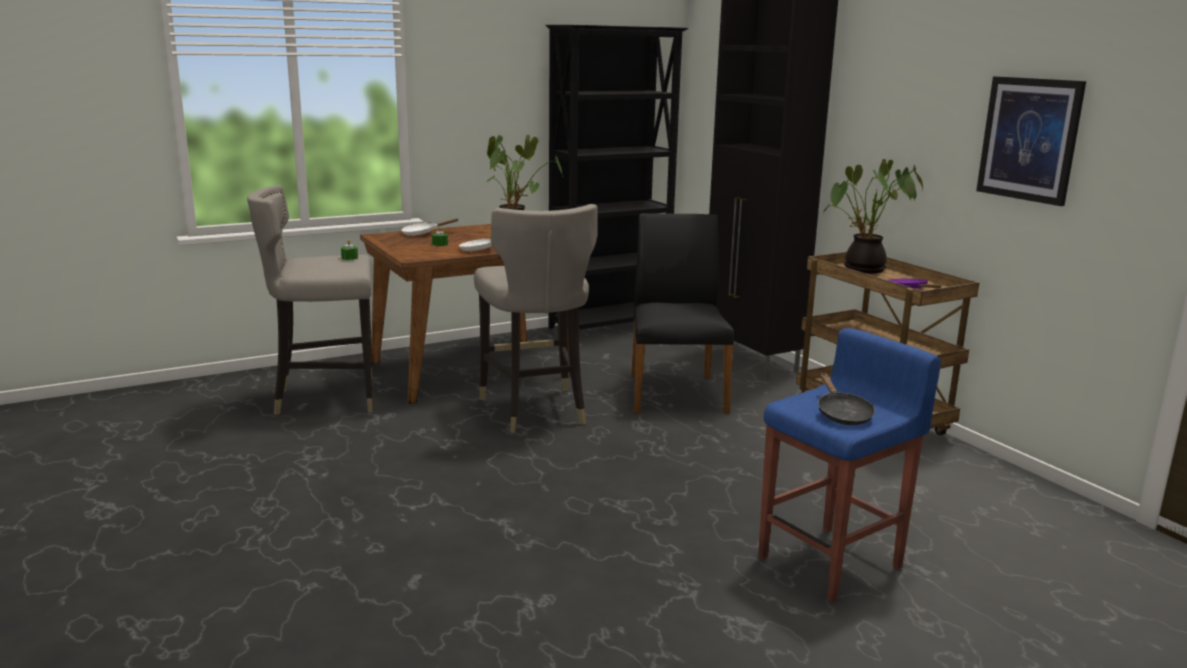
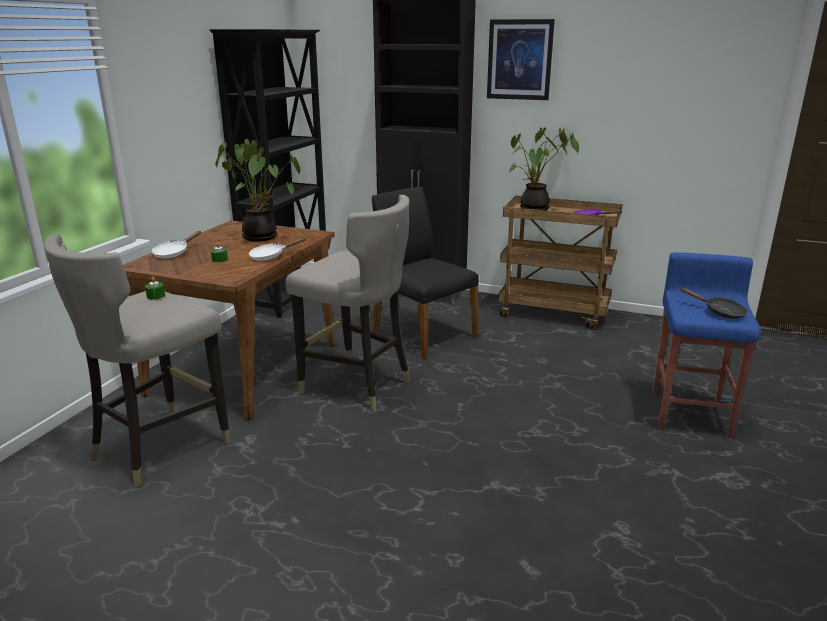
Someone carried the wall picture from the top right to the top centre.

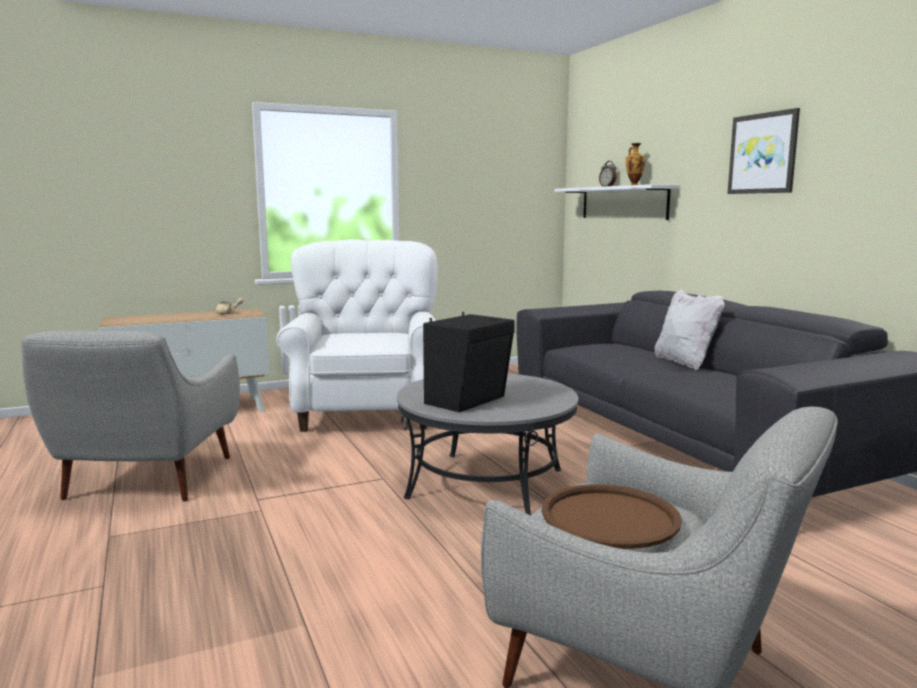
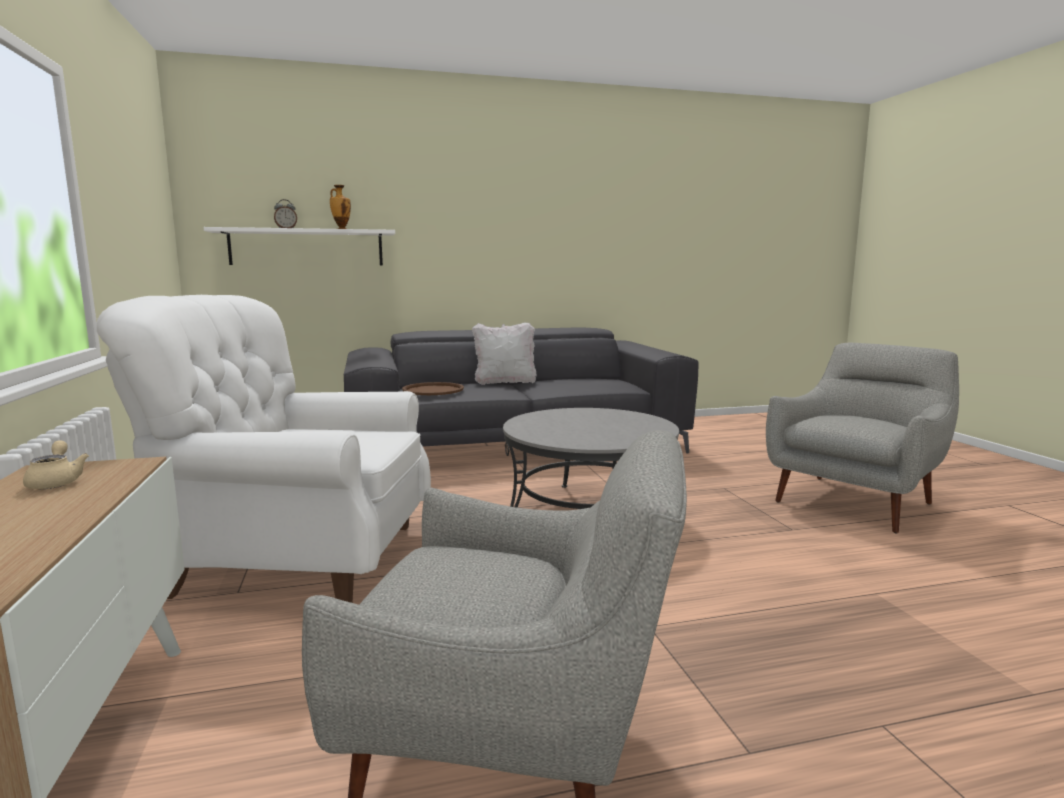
Someone took away the blackish audio speaker at the centre. Someone carried the brown-coloured carrying tray from the bottom right to the centre. Someone took away the wall picture at the top right.

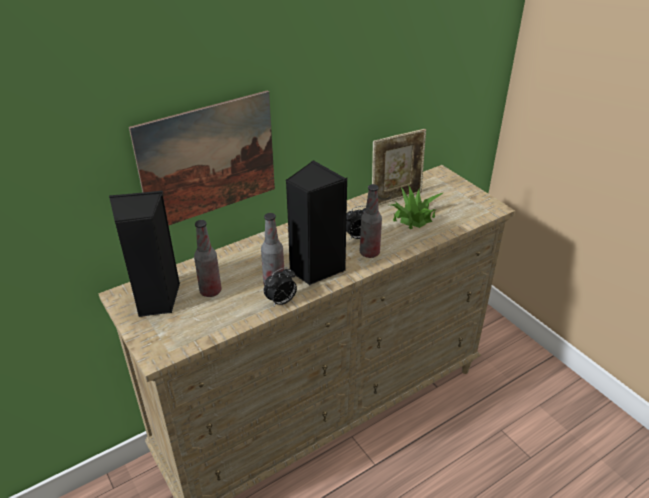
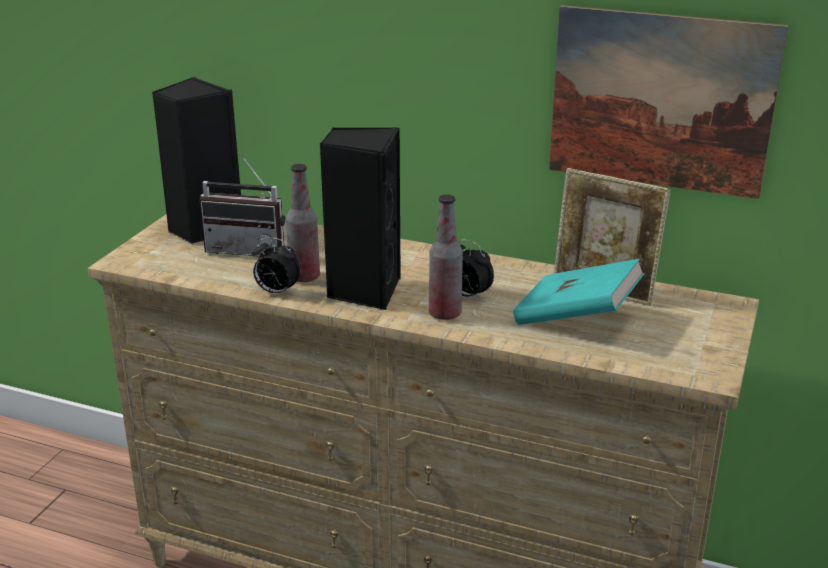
Someone carried the wall picture from the top left to the top right. Someone swapped the beverage bottle (1st from left) at the middle left for the radio receiver at the middle left. Someone swapped the plant in a pot at the centre for the blue-green volume at the middle right.

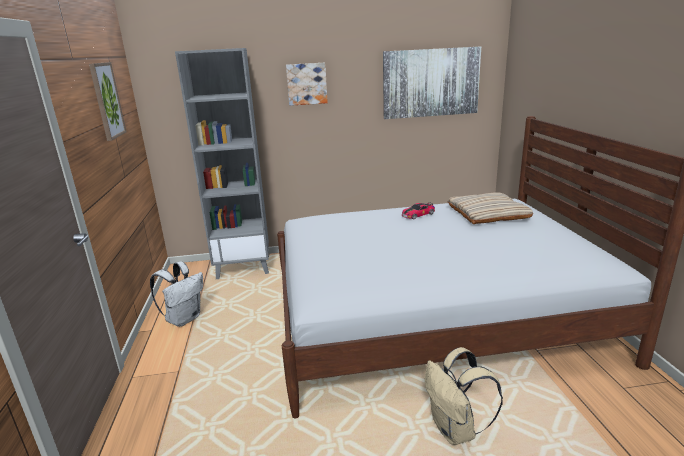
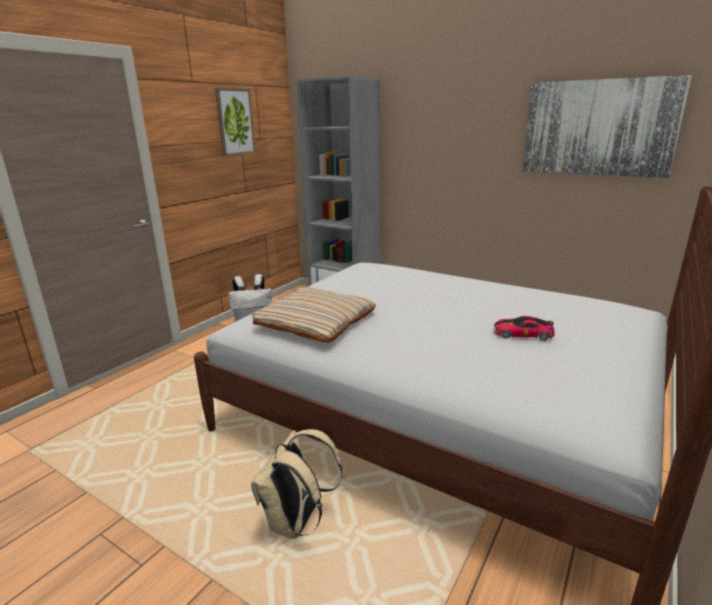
Someone took away the wall picture (2nd from left) at the top centre. Someone carried the model car from the centre to the middle right. Someone carried the sand-coloured throw pillow from the middle right to the centre.

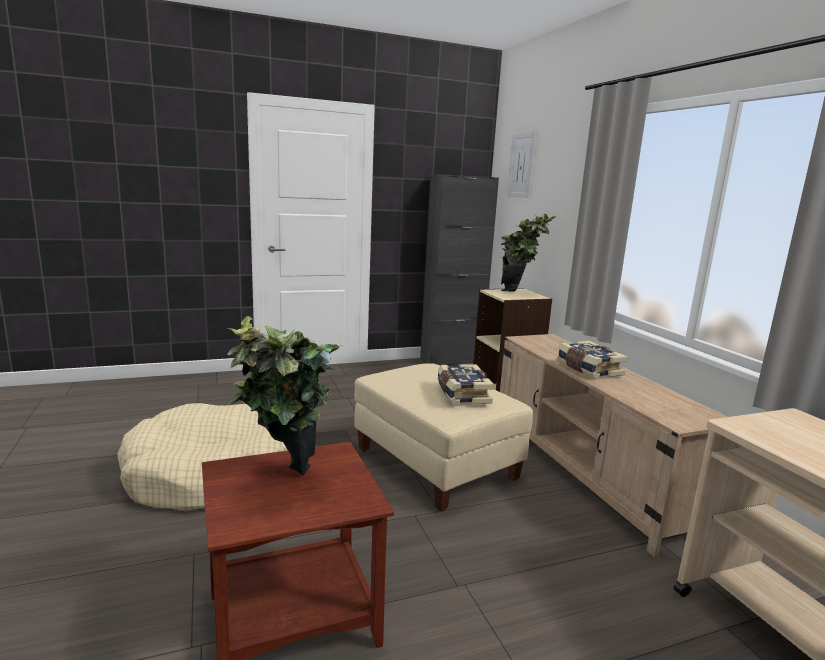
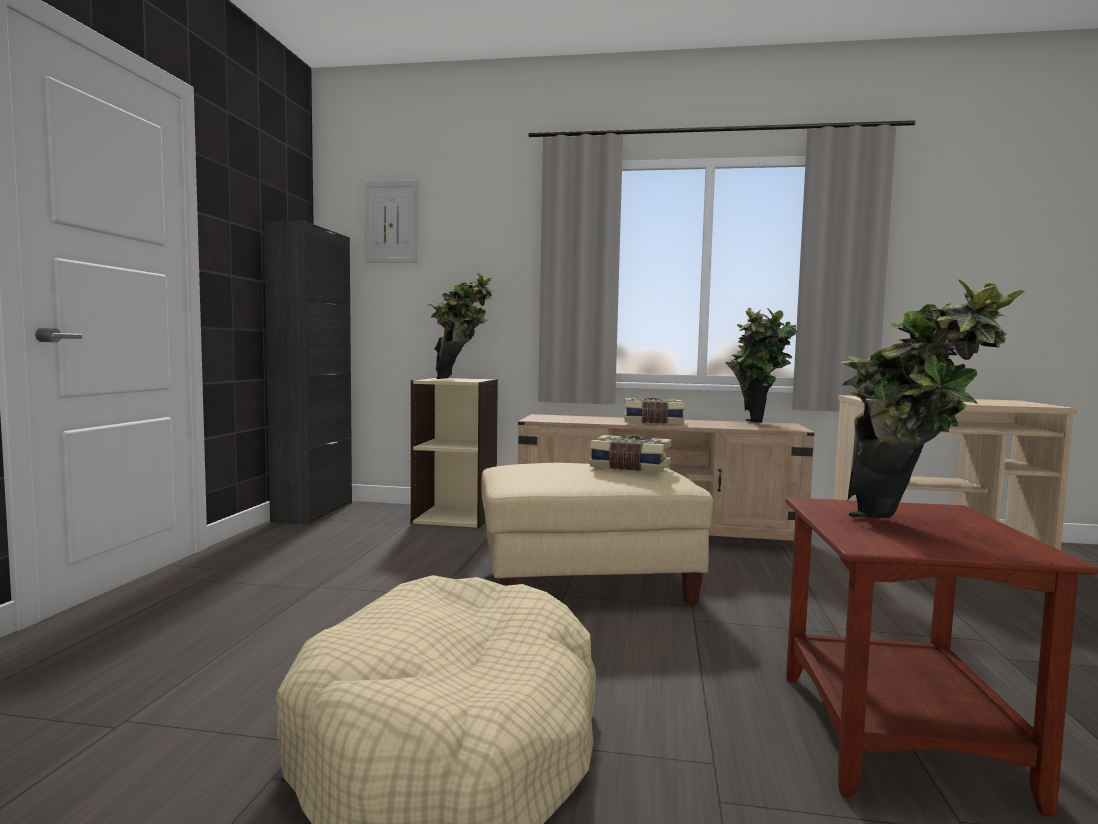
Someone put down the plant in a pot (2nd from left) at the middle right.

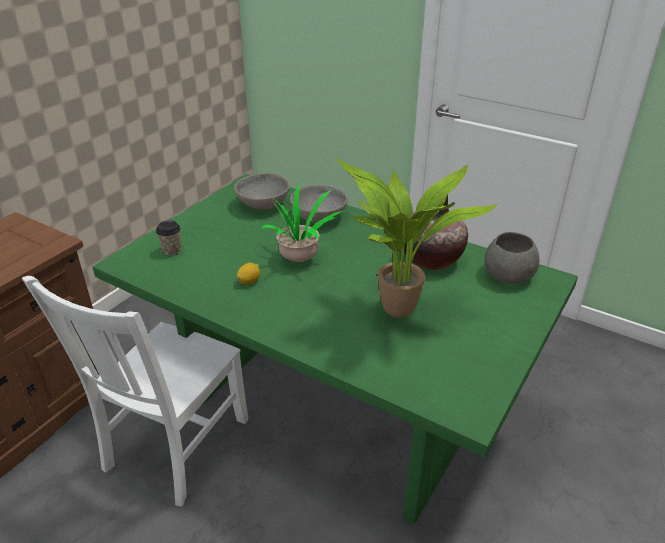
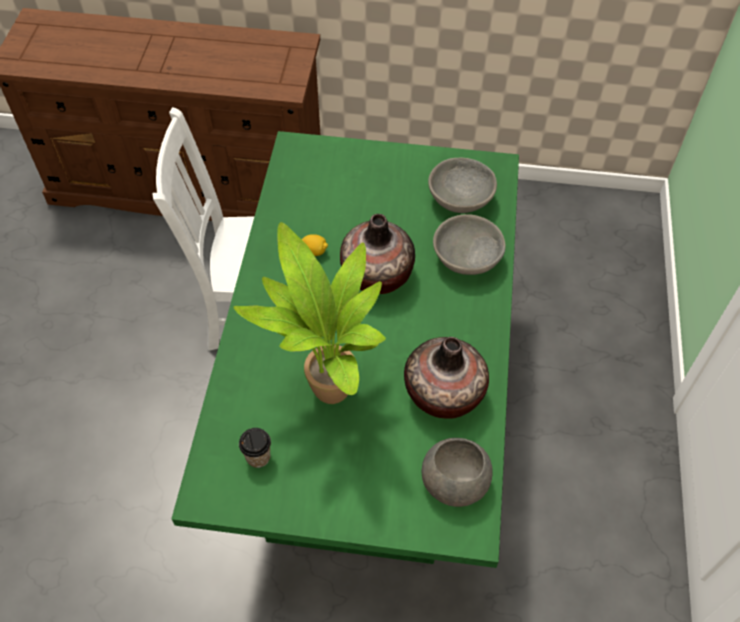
Someone carried the small cup from the middle left to the bottom centre. Someone swapped the plant in a pot (1st from left) at the centre for the decorative vase (1st from left) at the centre.

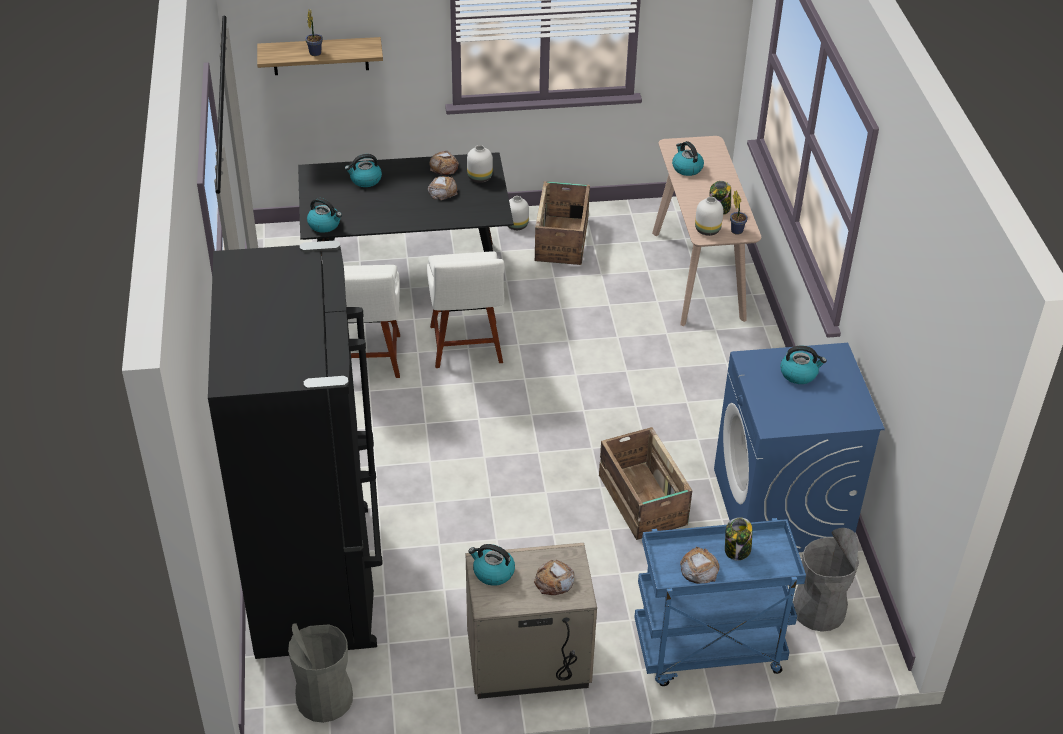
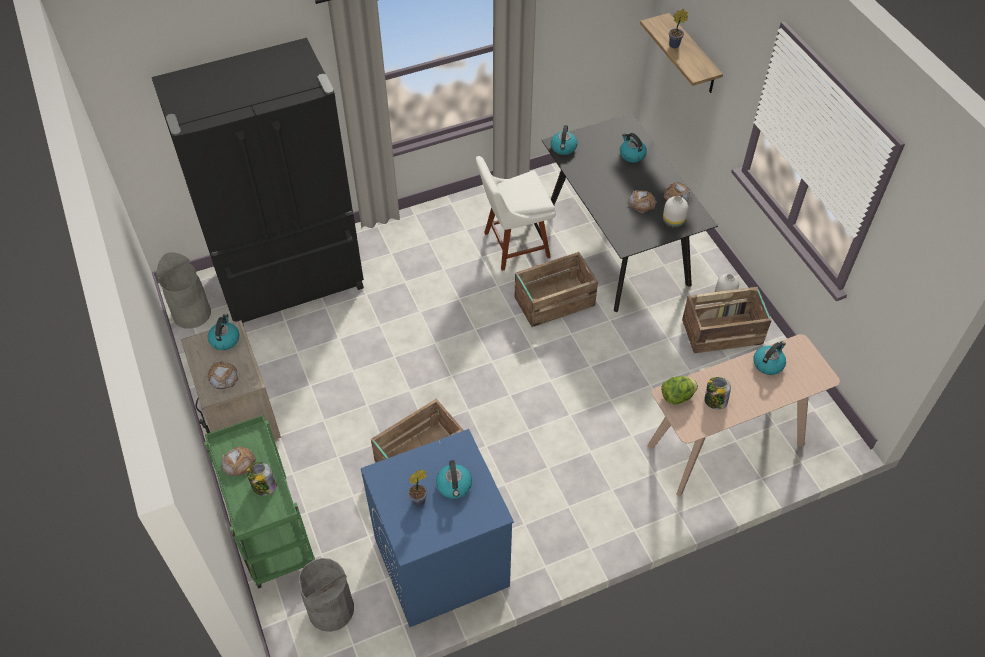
Someone swapped the white plain chair (2nd from left) at the centre for the shipping crate (2nd from left) at the centre. Someone repainted the blue-coloured cart at the bottom right, which became the green cart at the bottom left. Someone swapped the white decorative vase (3rd from left) at the top right for the head of lettuce at the middle right. Someone carried the plant in a pot (2nd from left in the first image) from the top right to the bottom centre.

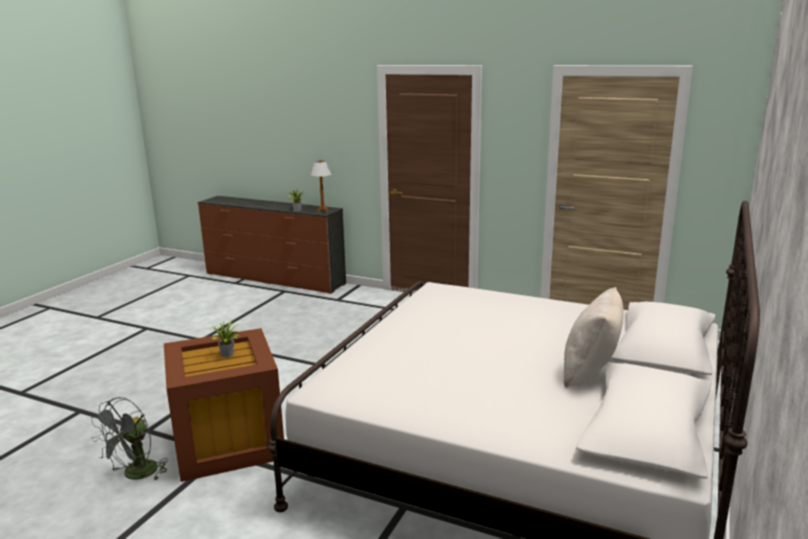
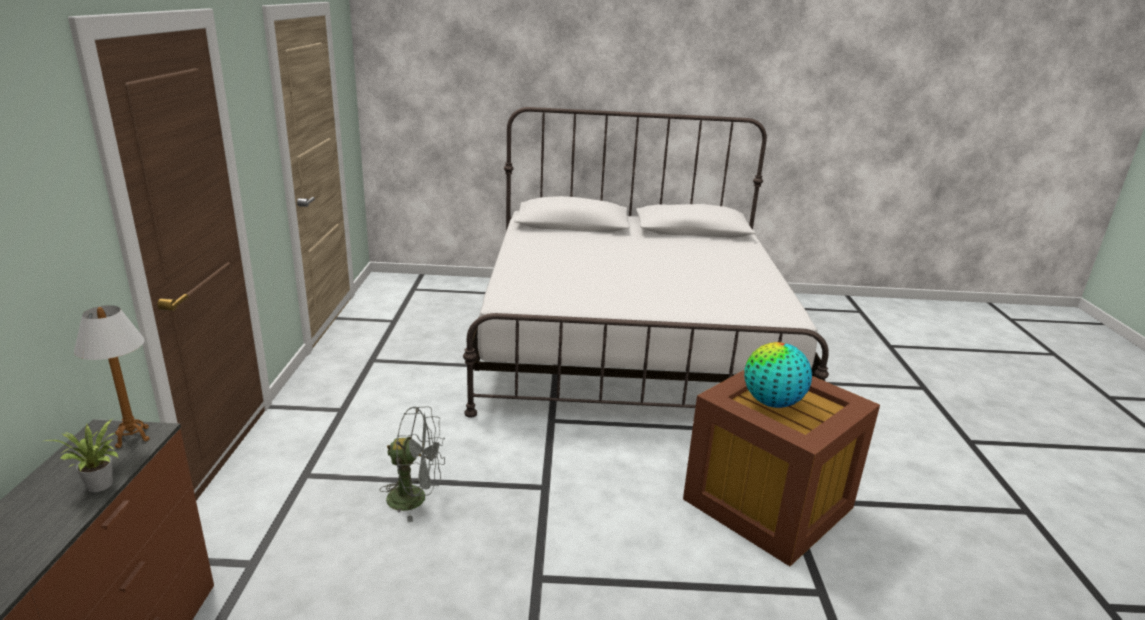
Someone carried the grey cooling fan from the bottom left to the bottom centre. Someone swapped the plant in a pot (1st from left) at the middle left for the desk globe at the middle right. Someone took away the sand-coloured throw pillow at the middle right.

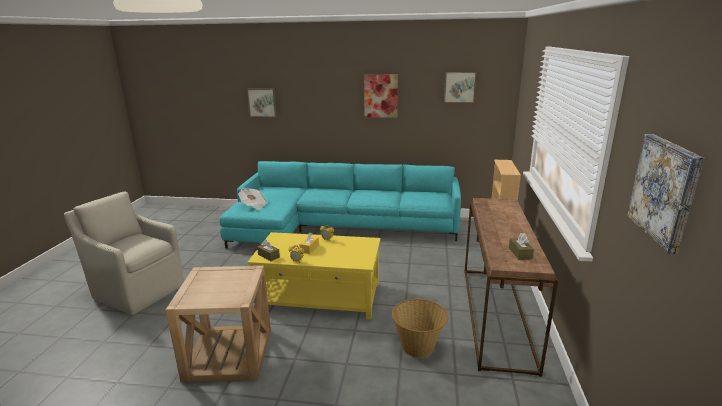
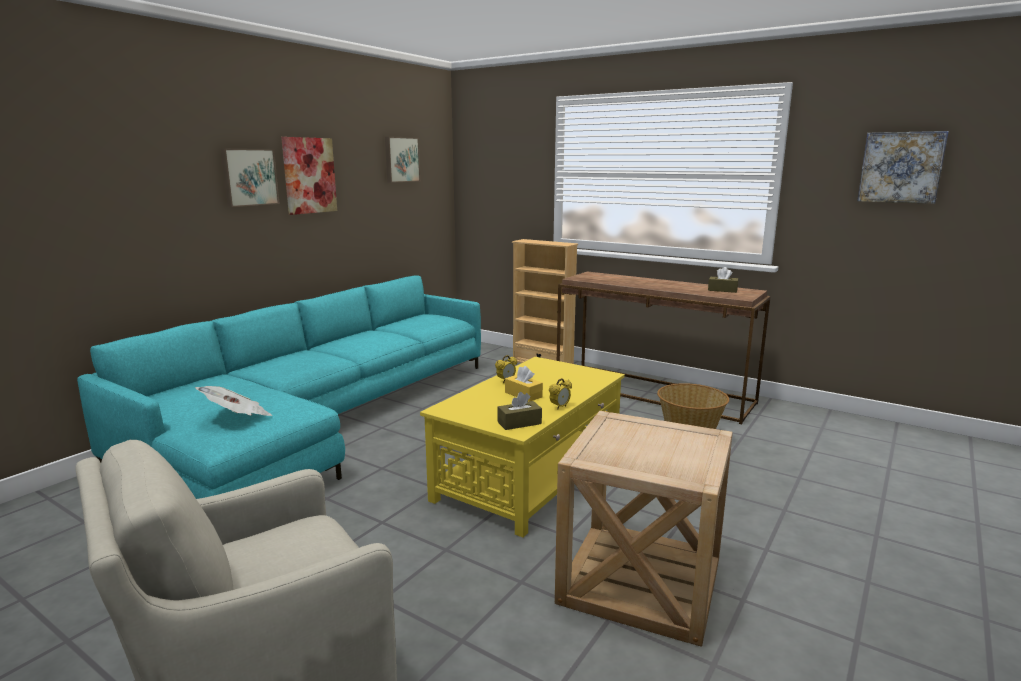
Someone carried the wall picture (1st from left) from the top centre to the top left.

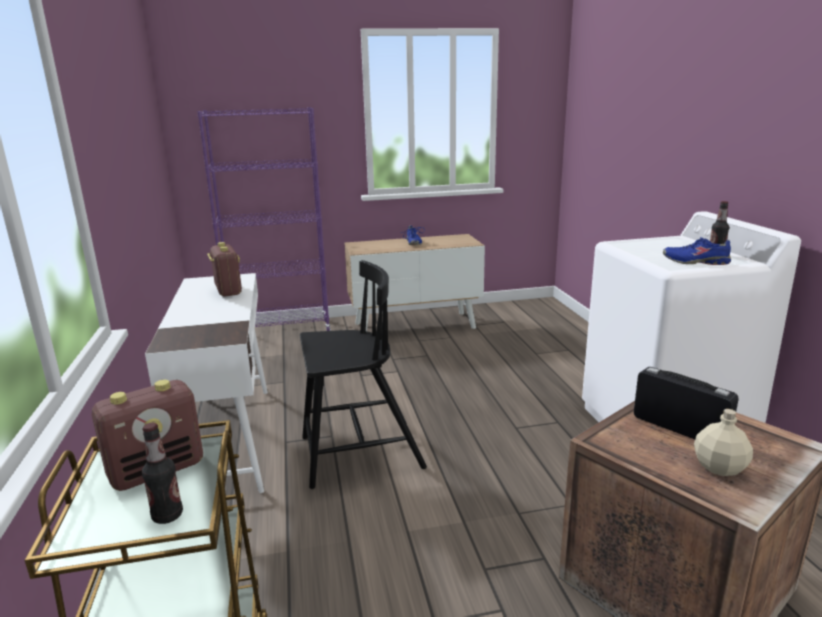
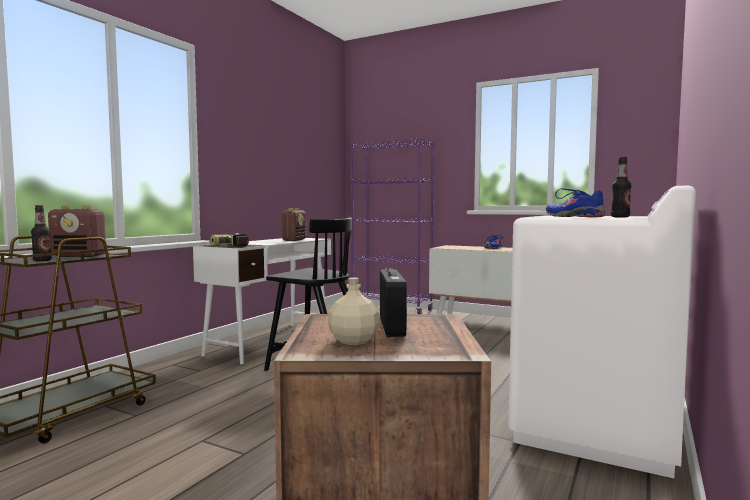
Someone put down the power drill at the middle left.

